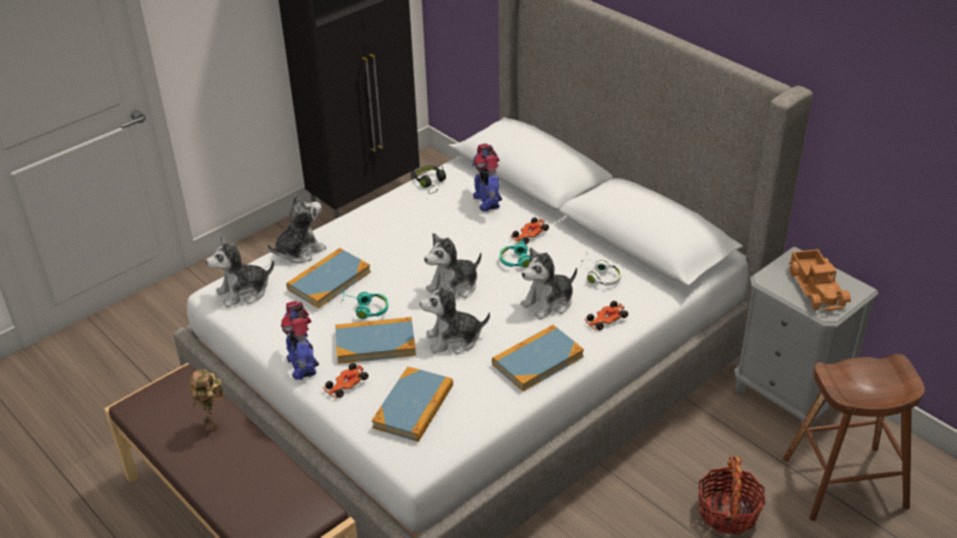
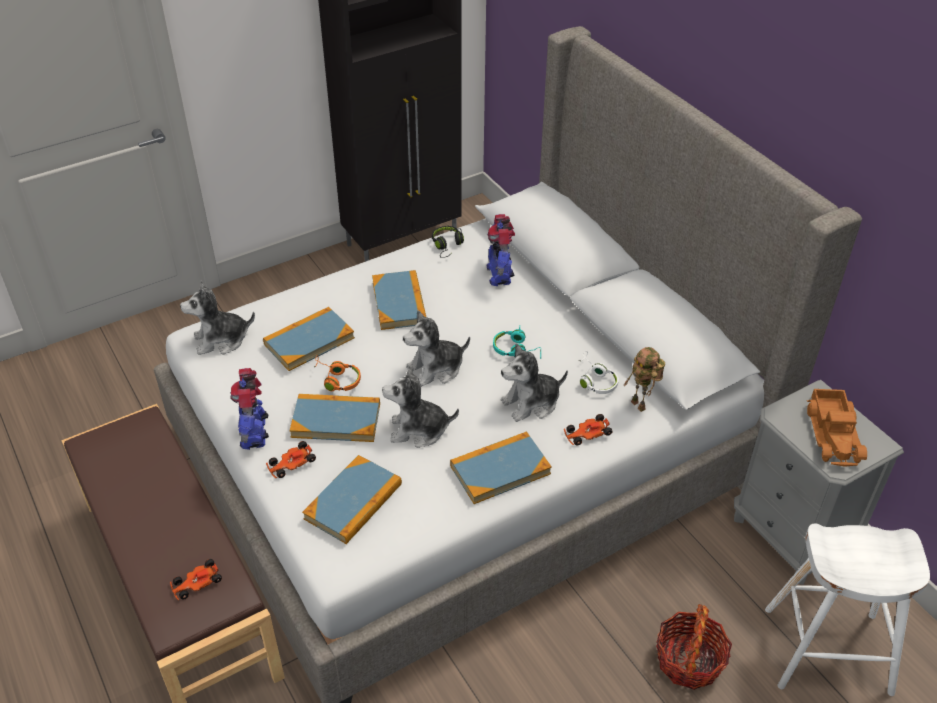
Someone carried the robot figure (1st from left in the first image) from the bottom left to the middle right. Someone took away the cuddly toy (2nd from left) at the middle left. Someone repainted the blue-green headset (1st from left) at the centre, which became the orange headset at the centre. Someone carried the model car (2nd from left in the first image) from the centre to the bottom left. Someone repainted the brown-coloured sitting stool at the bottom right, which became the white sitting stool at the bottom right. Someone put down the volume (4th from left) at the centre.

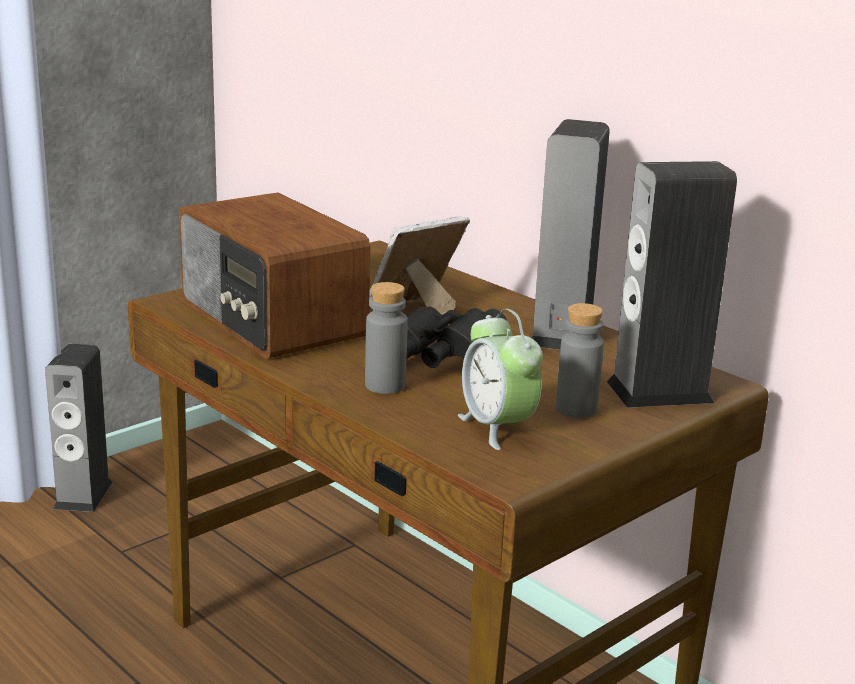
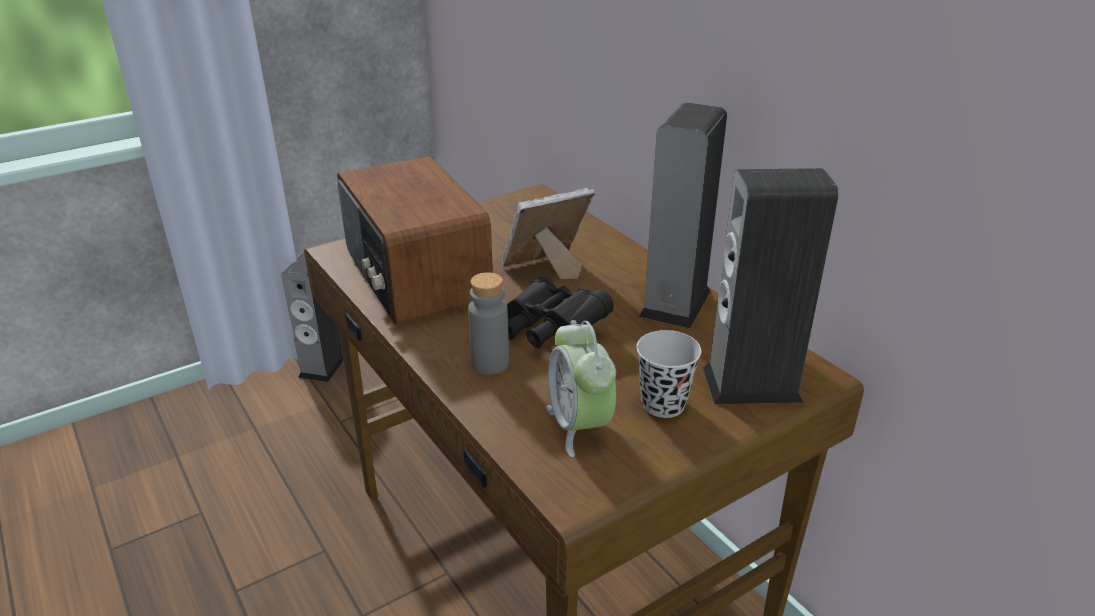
Someone swapped the grey beverage bottle (2nd from left) at the middle right for the blackish small cup at the centre.

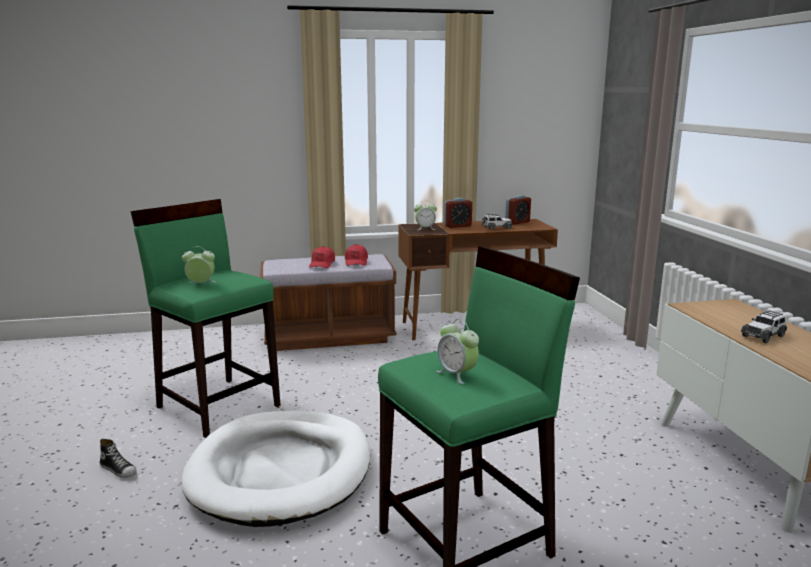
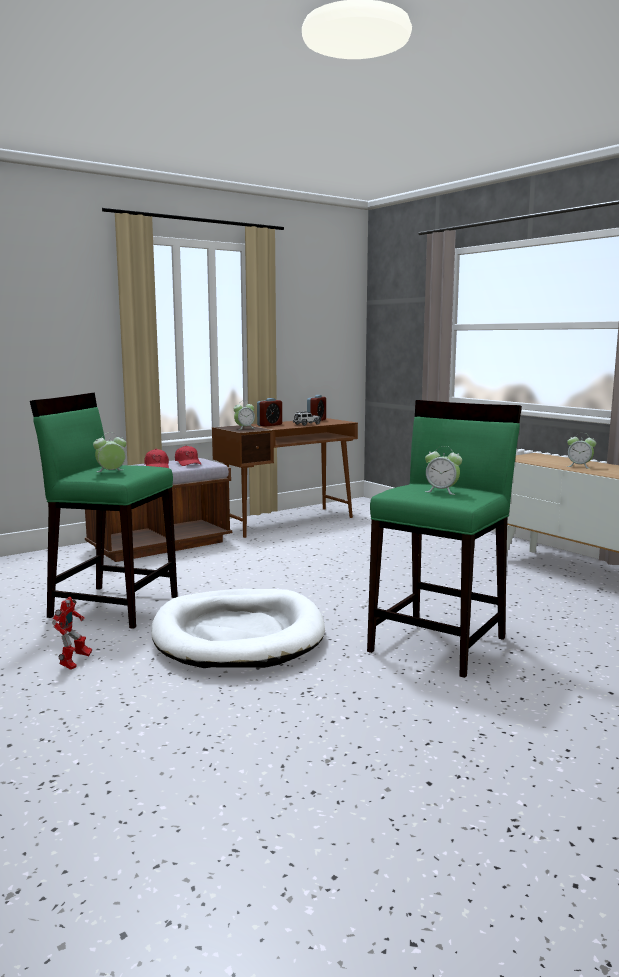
Someone swapped the low shoe at the bottom left for the robot figure at the middle left. Someone swapped the model car (2nd from left) at the middle right for the alarm clock (6th from left) at the middle right.

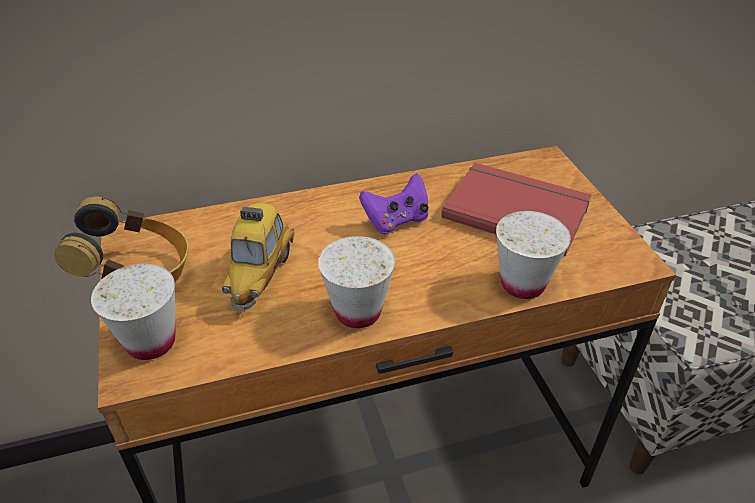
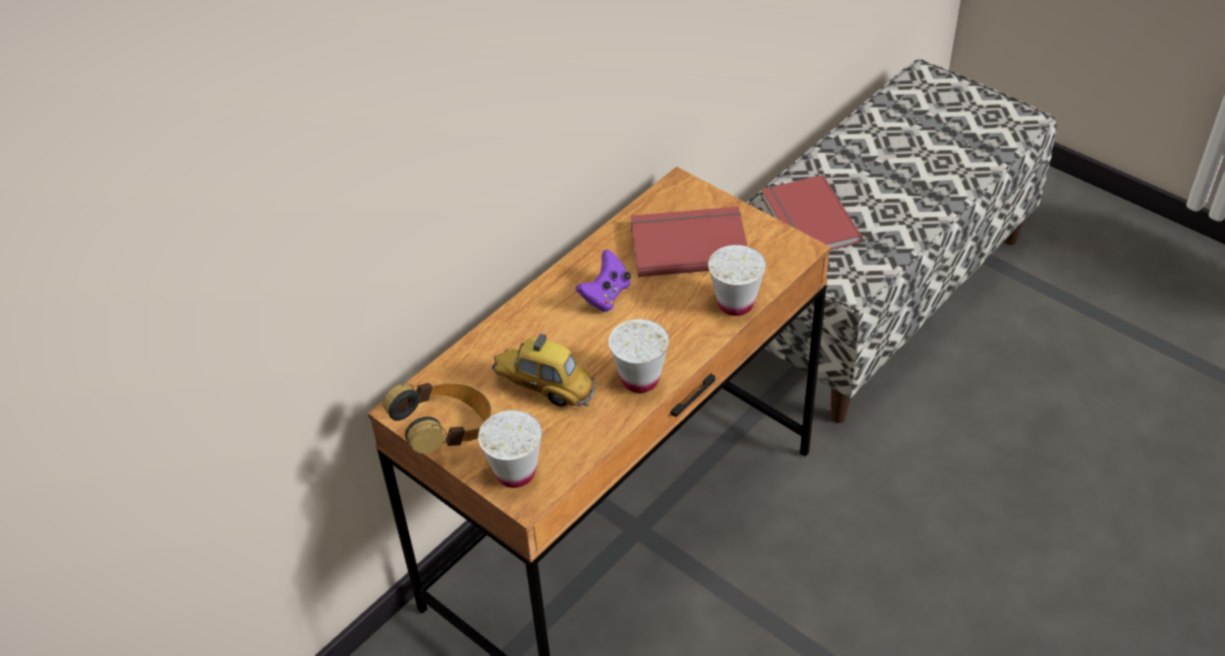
Someone rotated the model car at the centre by 135 degrees clockwise. Someone put down the red volume (2nd from left) at the top centre.

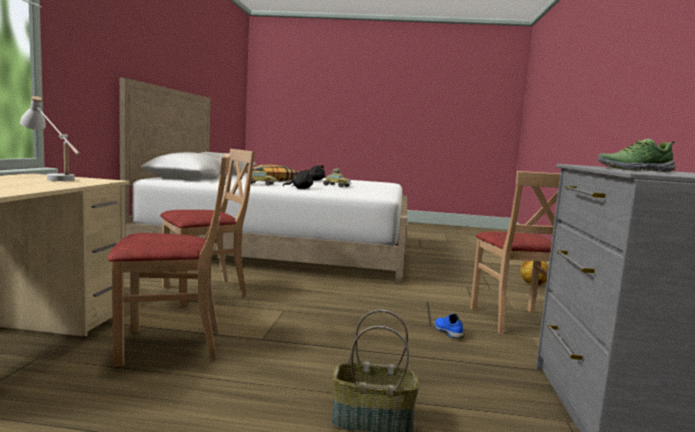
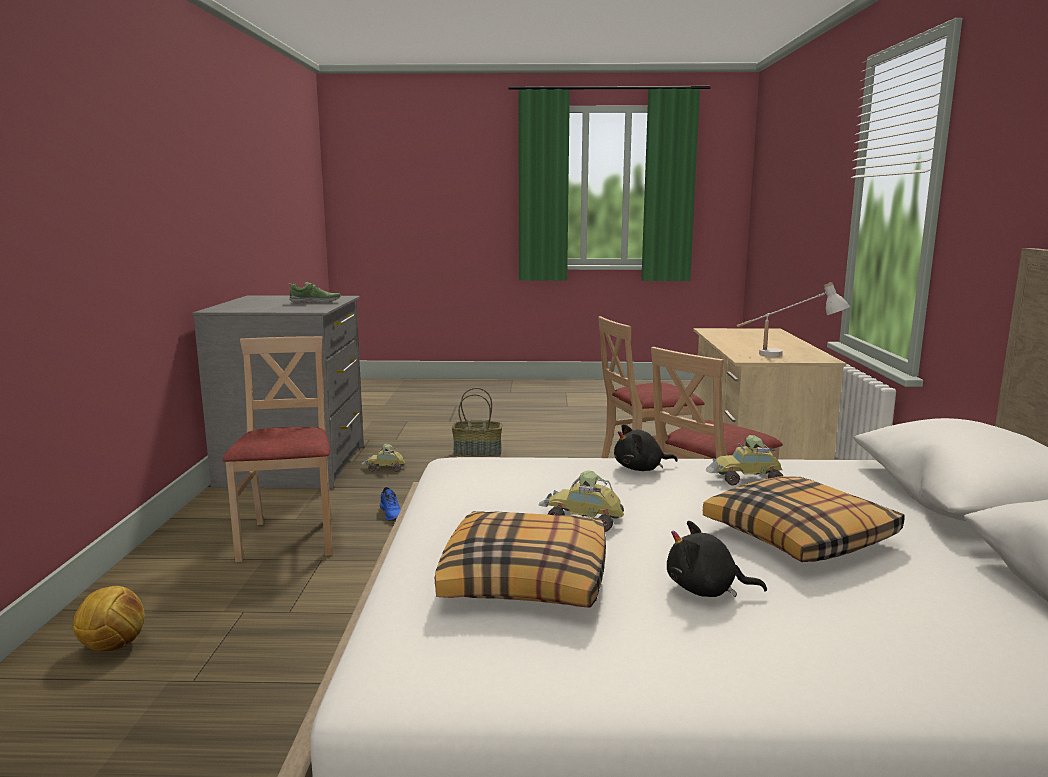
Someone put down the model car (1st from left) at the centre. Someone put down the throw pillow (1st from left) at the bottom centre.

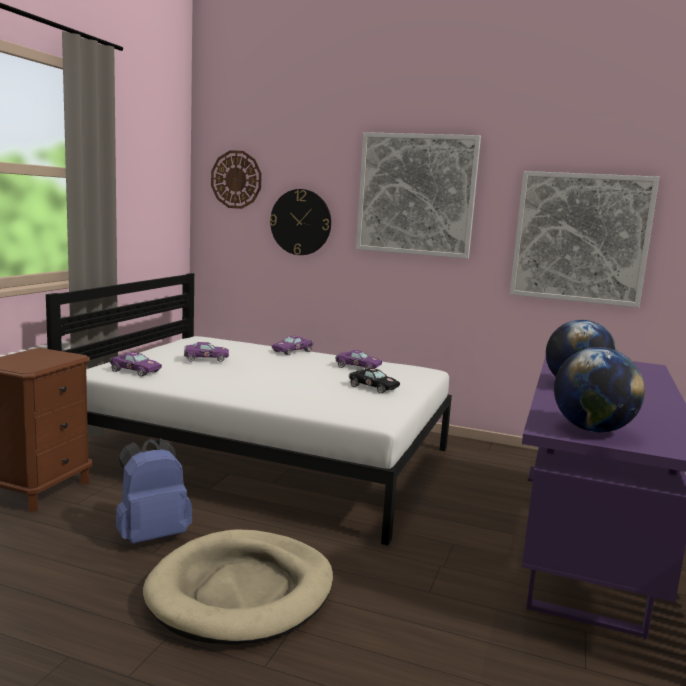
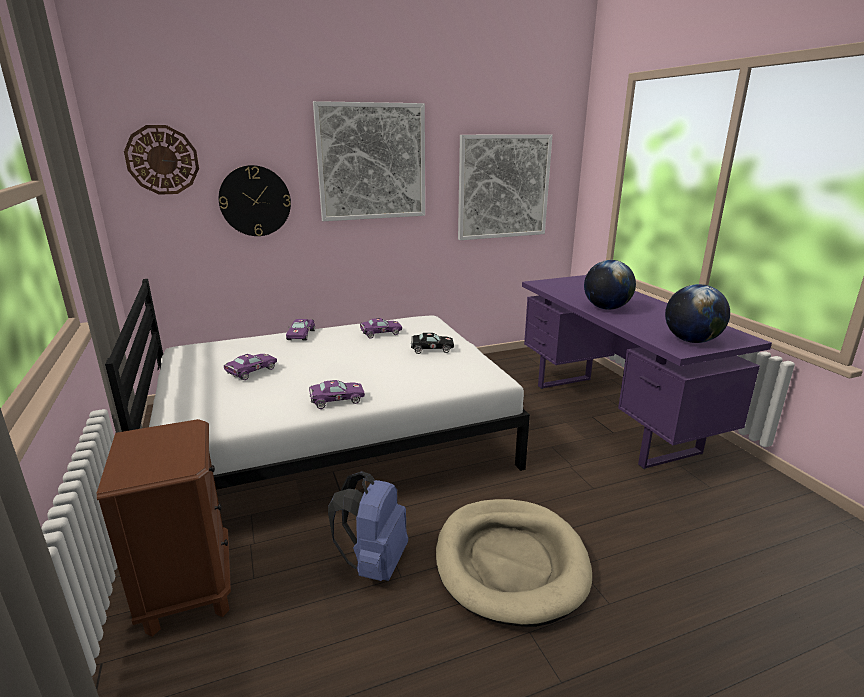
Someone carried the purplish model car (1st from left in the first image) from the middle left to the centre.

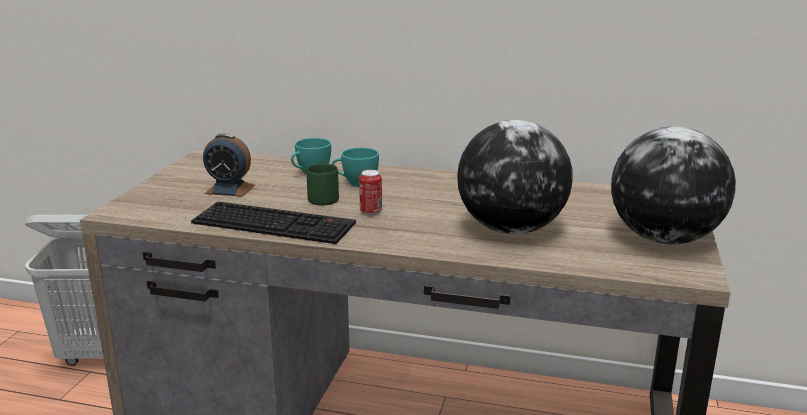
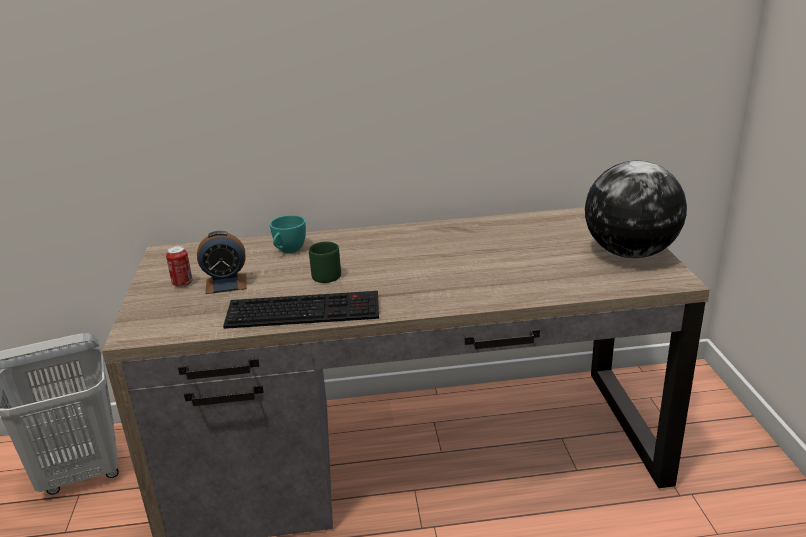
Someone took away the blue-green small cup (2nd from left) at the centre. Someone carried the can from the centre to the middle left. Someone took away the desk globe (1st from left) at the centre.

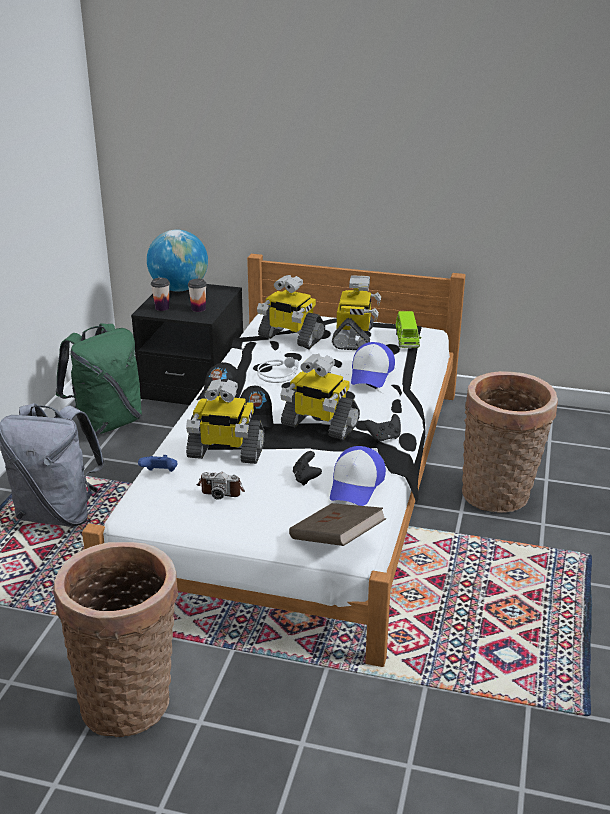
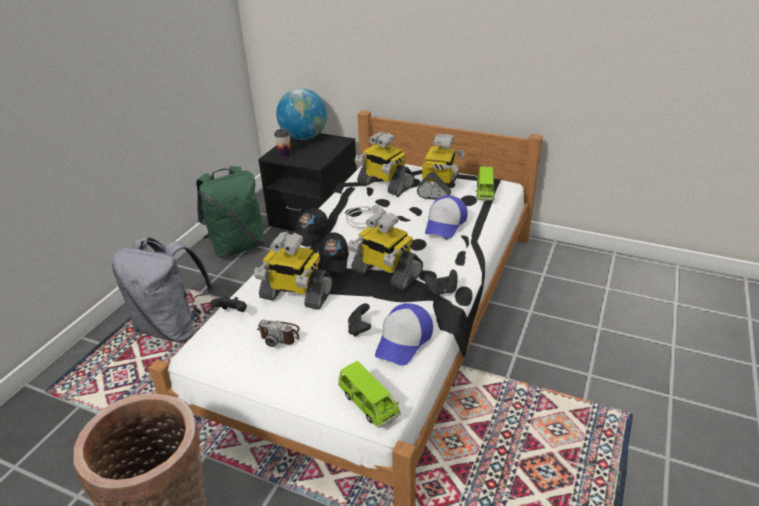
Someone repainted the blue-coloured joypad at the middle left, which became the blackish joypad (1st from left) at the middle left. Someone took away the small cup (2nd from left) at the middle left. Someone swapped the brown-coloured volume at the centre for the green model car (1st from left) at the bottom centre. Someone took away the storage basket (2nd from left) at the middle right.

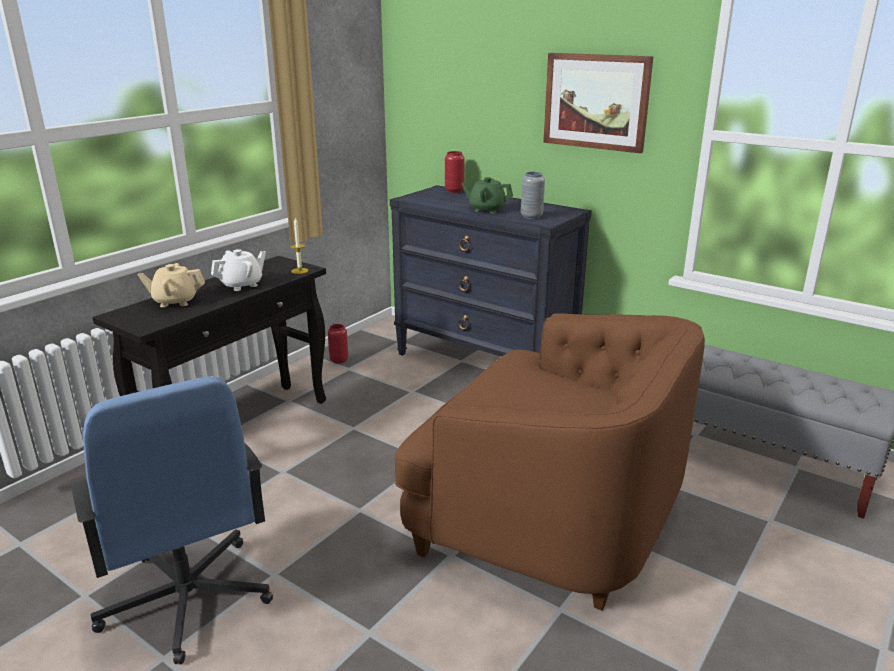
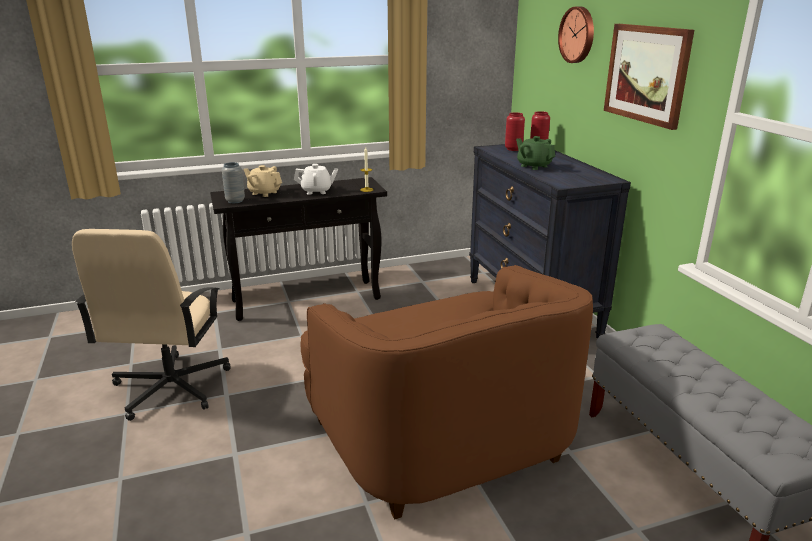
Someone repainted the blue-coloured computer chair at the bottom left, which became the sand-coloured computer chair at the middle left. Someone carried the red decorative vase (1st from left) from the centre to the top centre. Someone carried the grey decorative vase from the top centre to the middle left. Someone put up the clock on the wall at the top right.

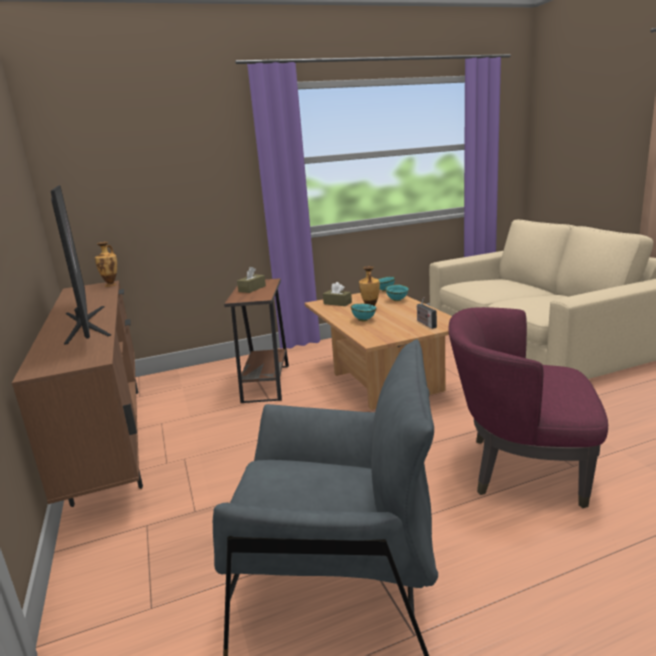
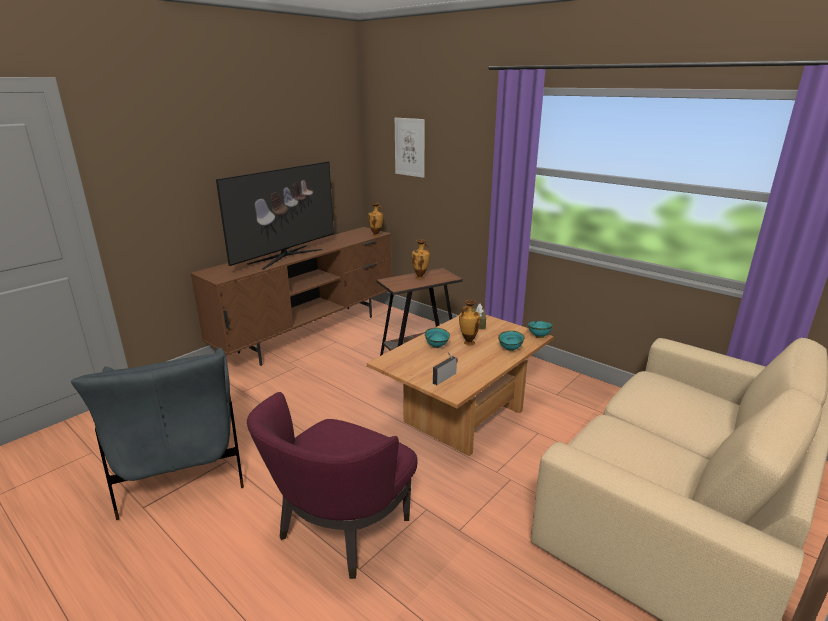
Someone swapped the brown-coloured tissue box (1st from left) at the centre for the decorative vase (2nd from left) at the centre. Someone rotated the purplish easy chair at the middle right by 135 degrees counterclockwise. Someone put up the wall picture at the top centre.

